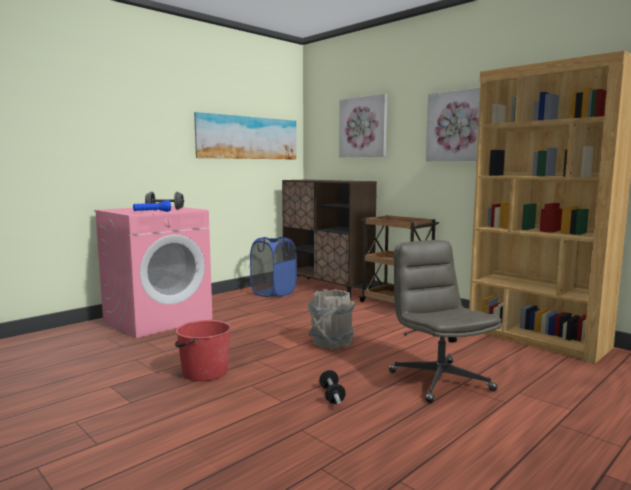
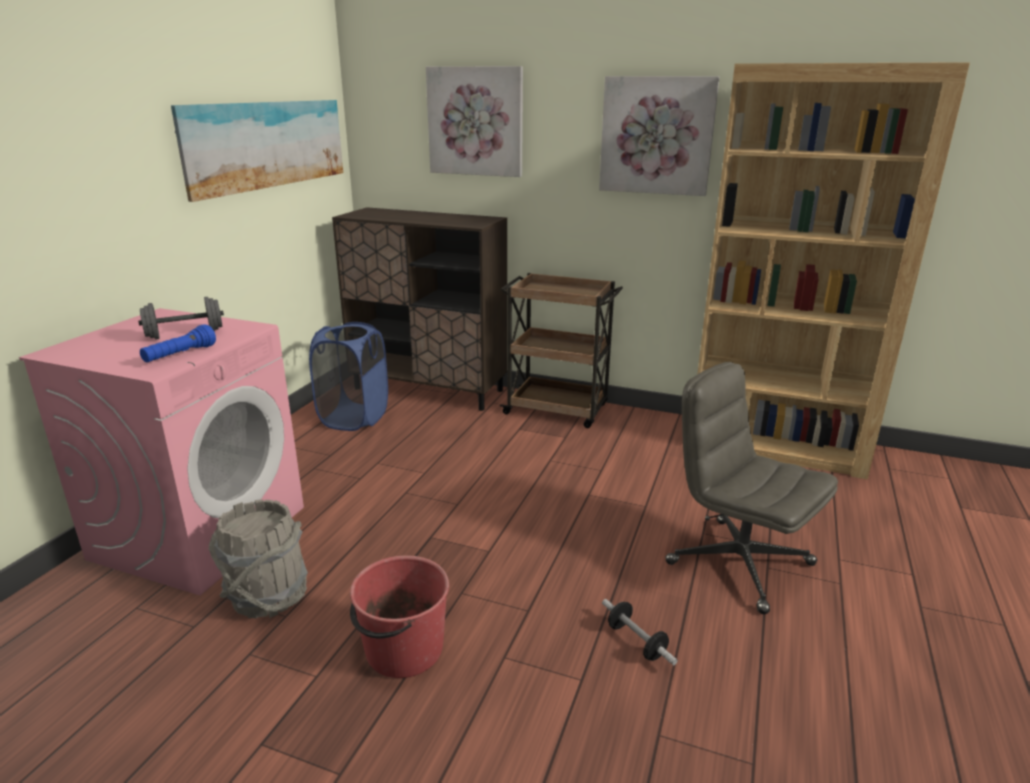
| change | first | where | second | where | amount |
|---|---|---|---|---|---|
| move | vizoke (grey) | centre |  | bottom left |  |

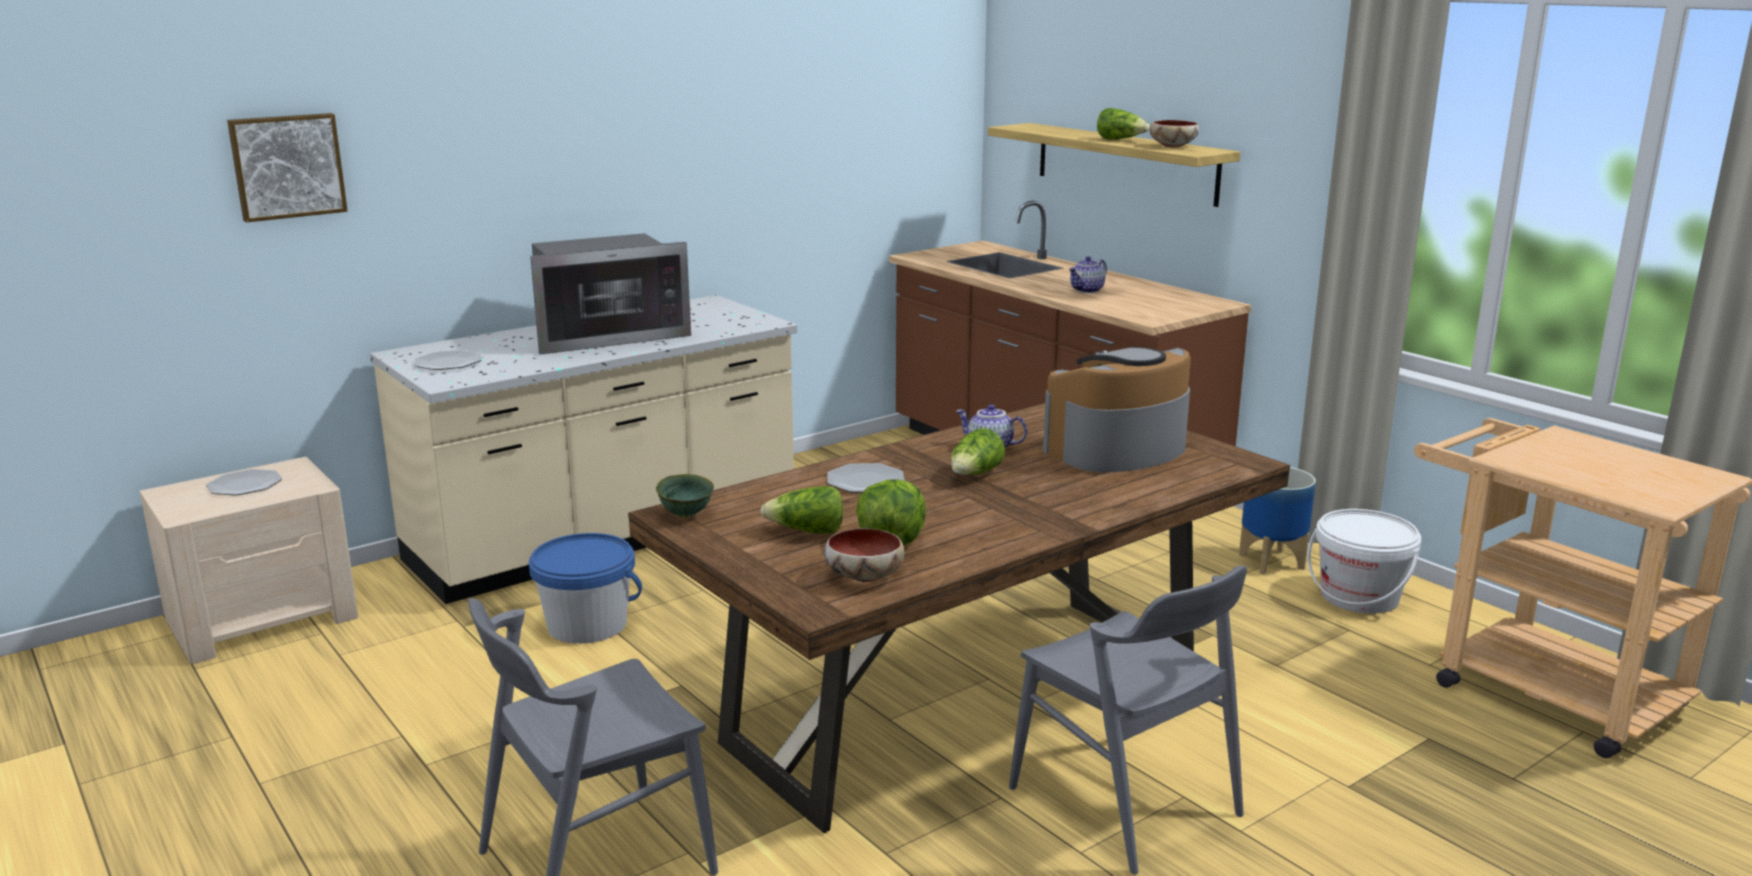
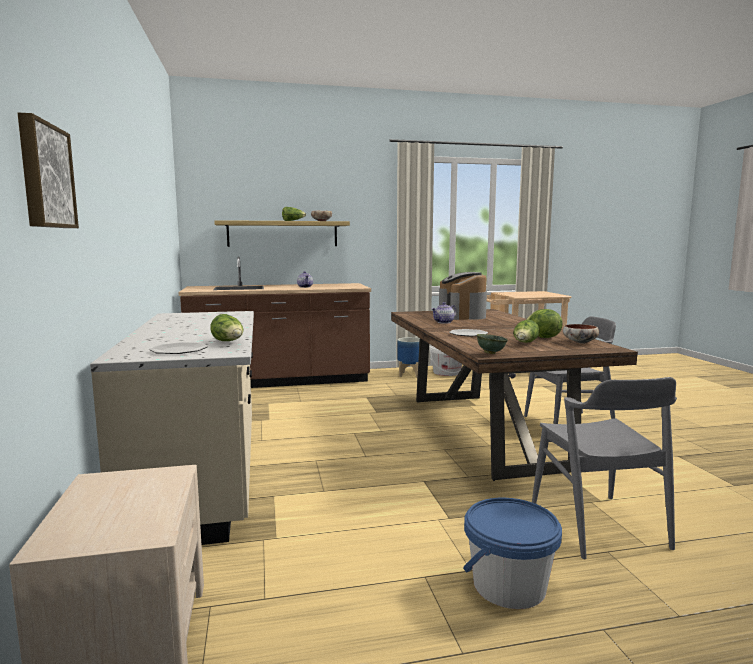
| change | first | where | second | where | amount |
|---|---|---|---|---|---|
| delete | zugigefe | centre |  |  |  |
| move | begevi (3rd from left in the first image) | centre | begevi (1st from left) | middle left |  |
| delete | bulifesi (1st from left) | middle left |  |  |  |
| move | vizoke (blue) | bottom centre |  | bottom right |  |

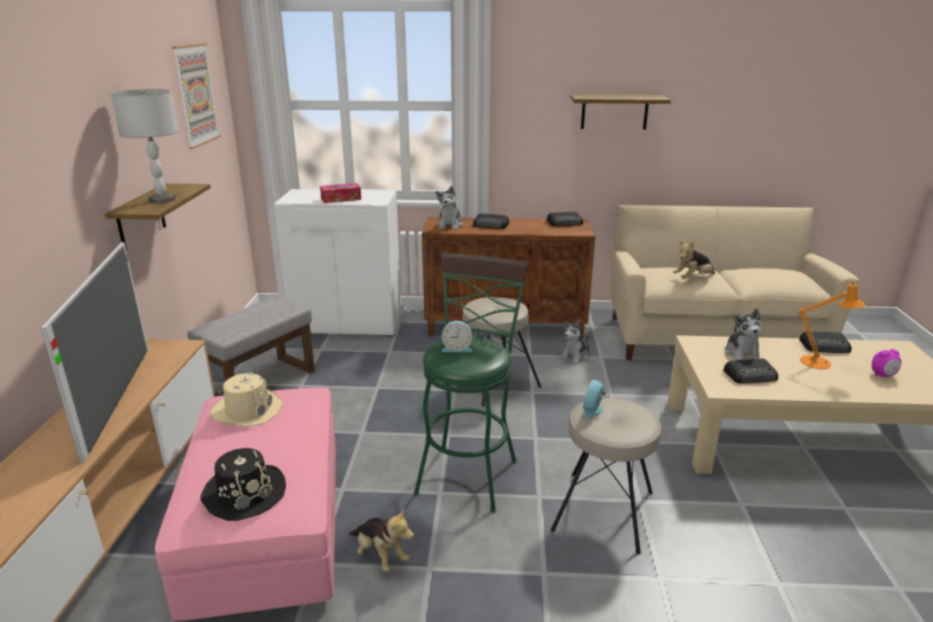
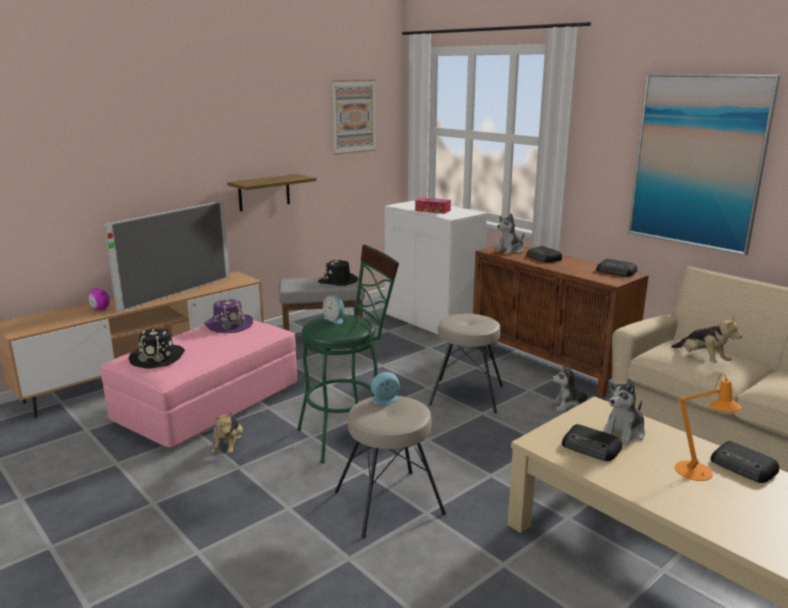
| change | first | where | second | where | amount |
|---|---|---|---|---|---|
| delete | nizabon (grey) | top left |  |  |  |
| replace | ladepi (2nd from left) | top centre | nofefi (2nd from left) | top right |  |
| rotate | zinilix (4th from left in the first image) | middle right | zinilix (5th from left) | middle right | 135 degrees counterclockwise |
| move | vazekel (3rd from left in the first image) | middle right | vazekel (1st from left) | middle left |  |
| recolor | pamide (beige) | middle left | pamide (purple) | middle left |  |
| insert |  |  | pamide (black) (2nd from left) | centre |  |

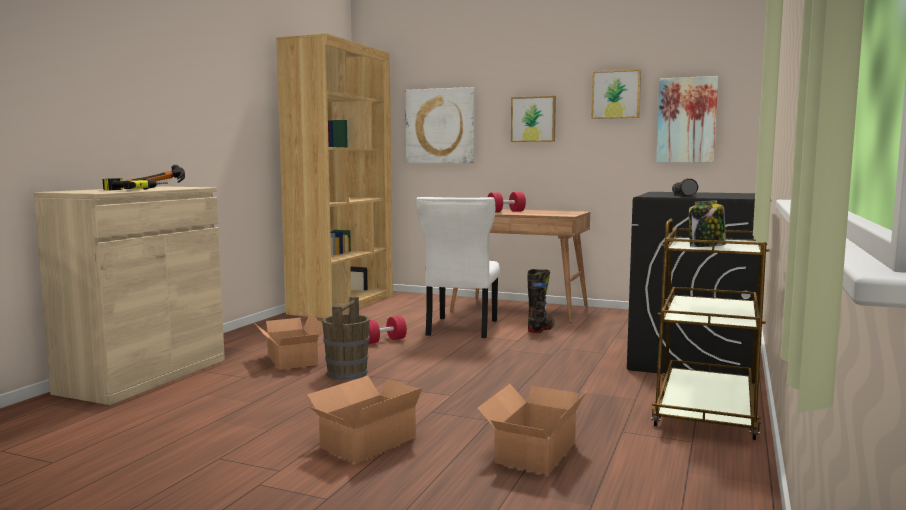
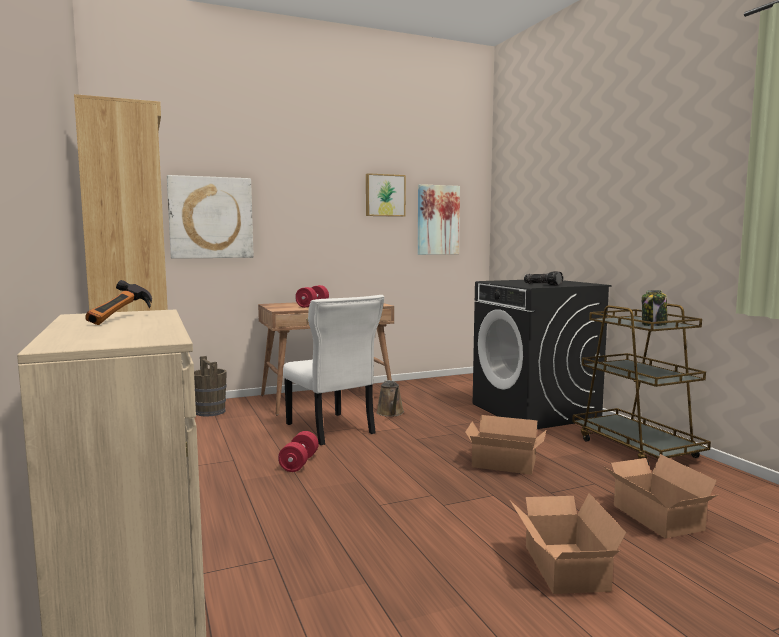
| change | first | where | second | where | amount |
|---|---|---|---|---|---|
| delete | nofefi (2nd from left) | top centre |  |  |  |
| delete | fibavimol | middle left |  |  |  |
| replace | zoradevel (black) | centre | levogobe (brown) | centre |  |
| move | vizoke (brown) | centre |  | middle left |  |
| move | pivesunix (1st from left) | bottom left |  | bottom centre |  |

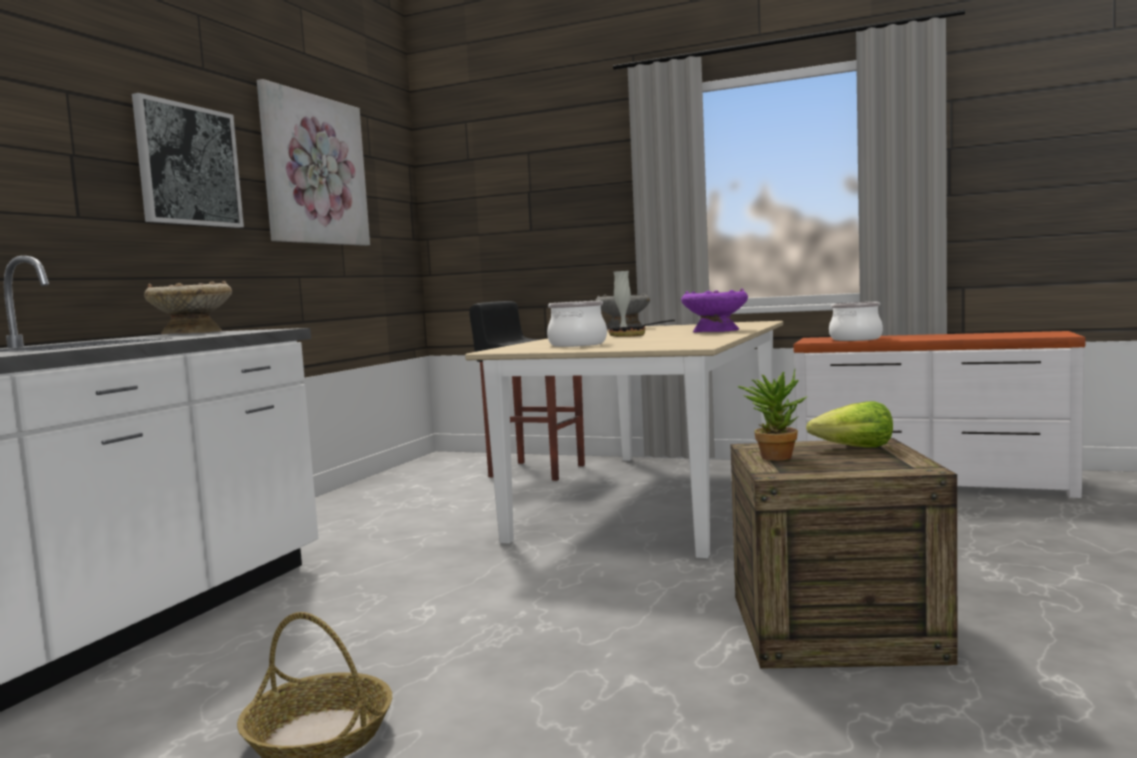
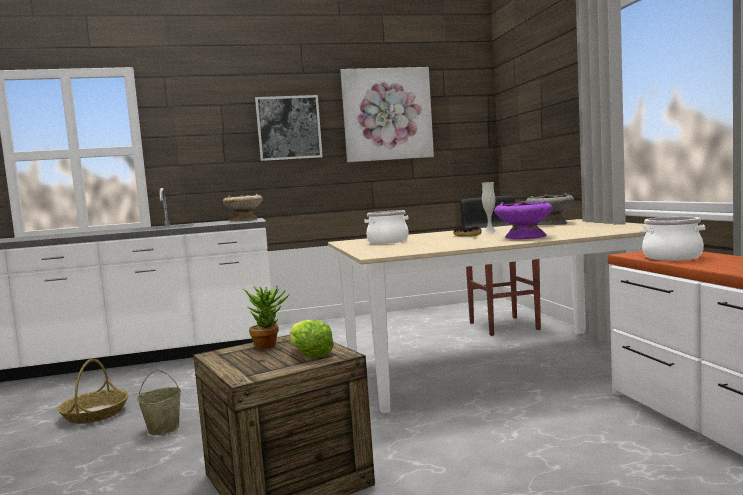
| change | first | where | second | where | amount |
|---|---|---|---|---|---|
| insert |  |  | vizoke (beige) | bottom left |  |

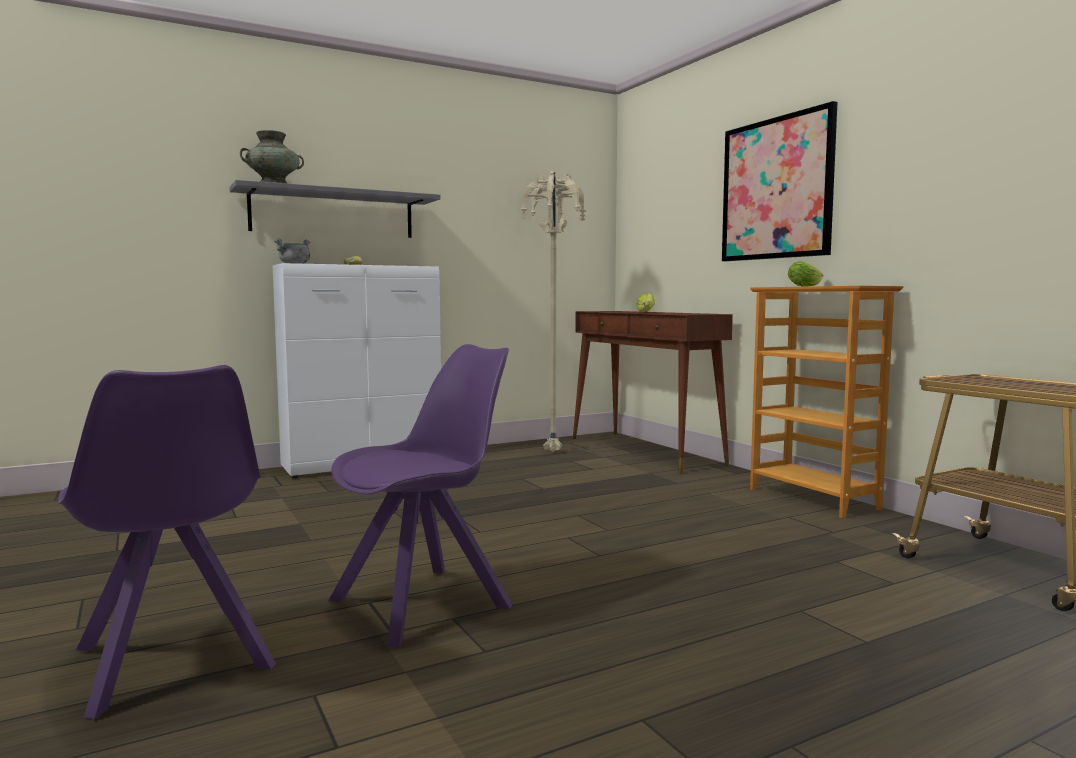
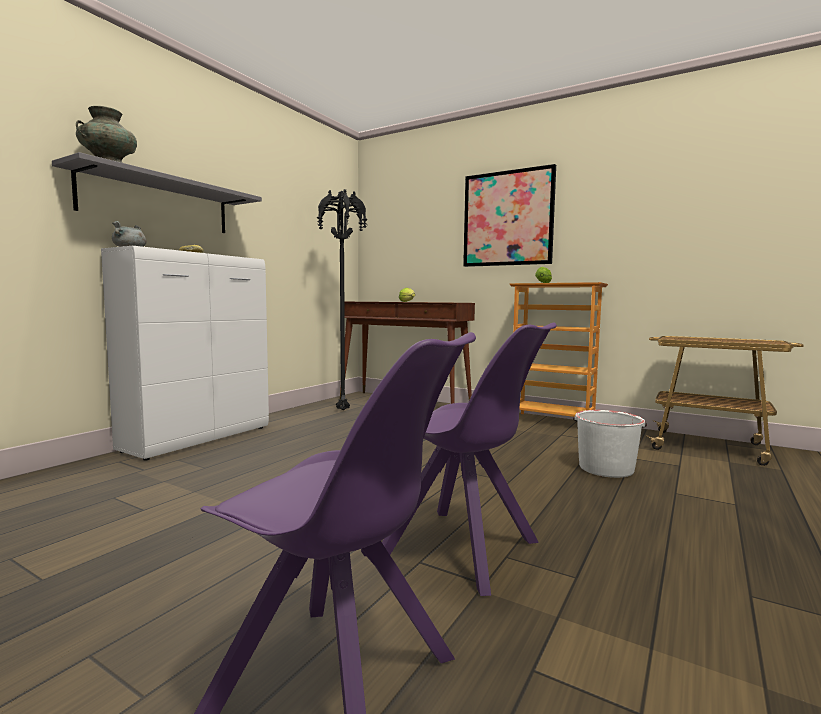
| change | first | where | second | where | amount |
|---|---|---|---|---|---|
| recolor | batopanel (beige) | centre | batopanel (black) | centre |  |
| rotate | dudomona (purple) (2nd from left) | centre |  | centre | 105 degrees clockwise |
| insert |  |  | vizoke (white) | middle right |  |

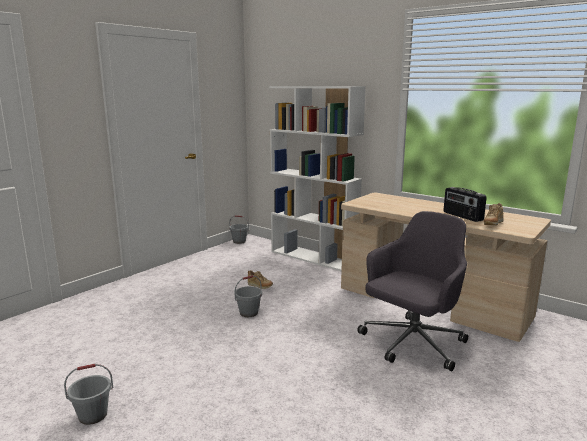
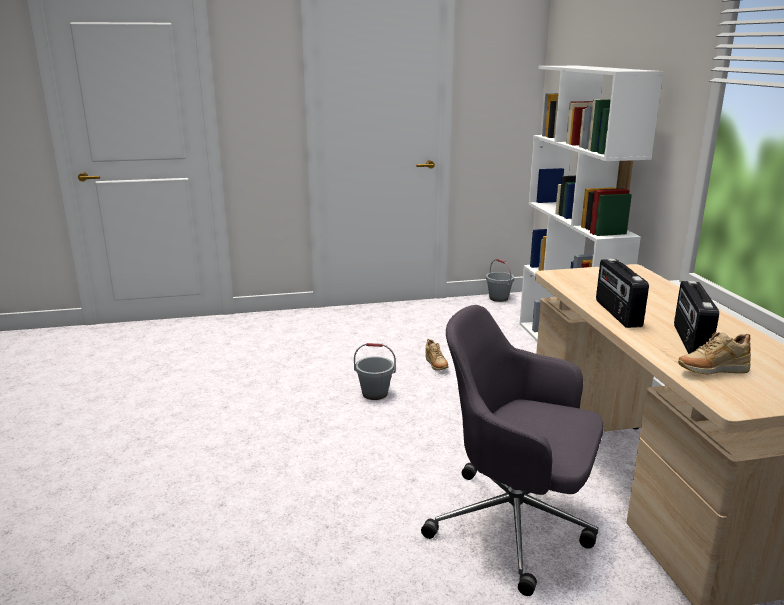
| change | first | where | second | where | amount |
|---|---|---|---|---|---|
| rotate | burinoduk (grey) | middle right |  | bottom centre | 150 degrees counterclockwise |
| delete | vizoke (grey) (1st from left) | bottom left |  |  |  |
| insert |  |  | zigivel (1st from left) | middle right |  |

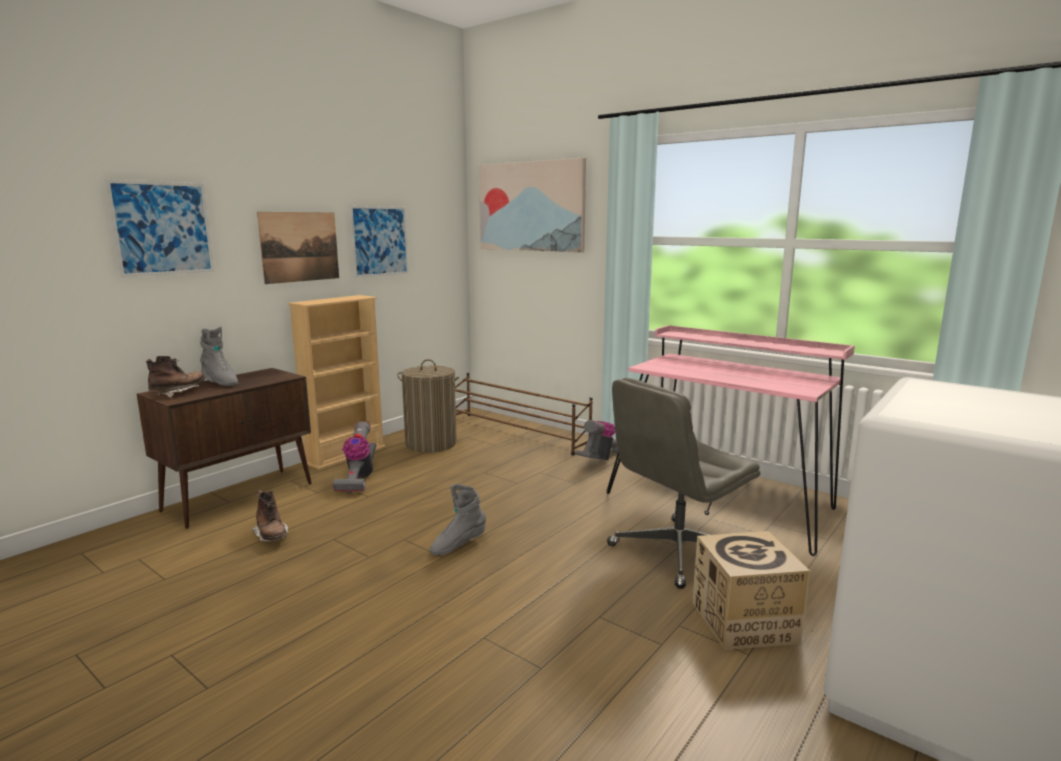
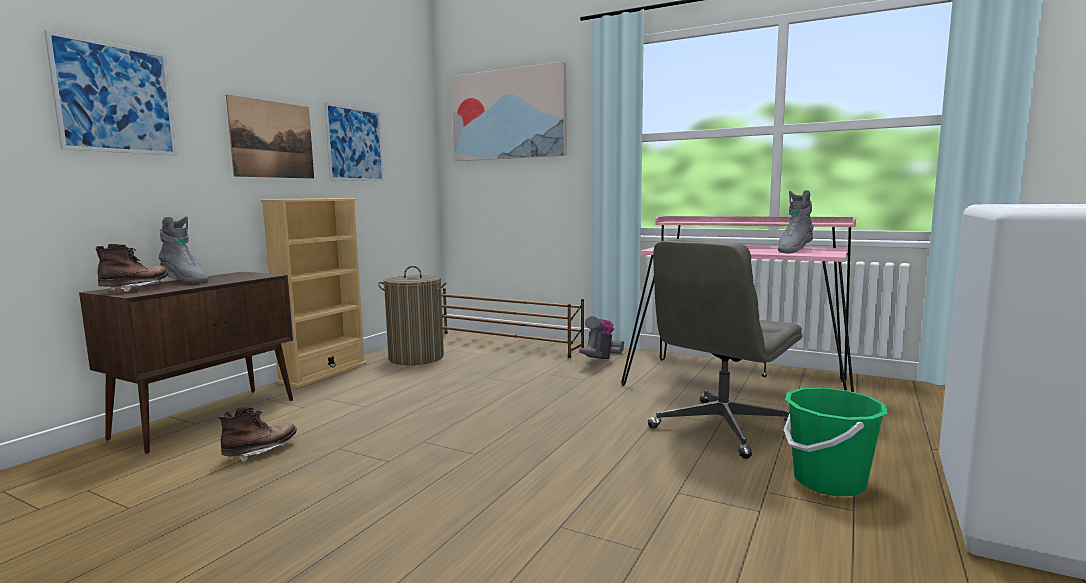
| change | first | where | second | where | amount |
|---|---|---|---|---|---|
| delete | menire (1st from left) | centre |  |  |  |
| move | zoradevel (grey) (2nd from left) | bottom centre |  | middle right |  |
| rotate | zoradevel (brown) (2nd from left) | bottom left |  | bottom left | 90 degrees counterclockwise |
| replace | pivesunix | bottom right | vizoke (green) | bottom right |  |

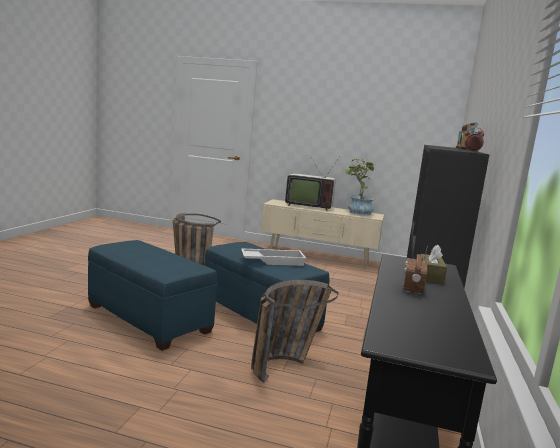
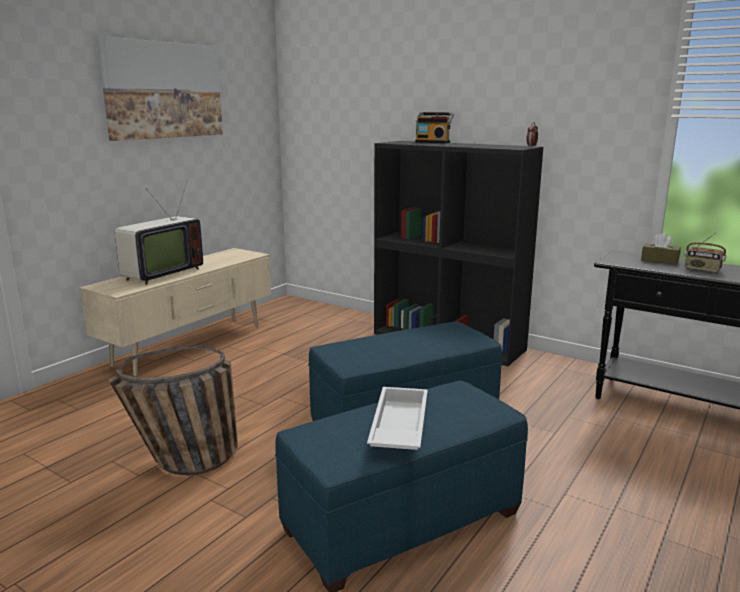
| change | first | where | second | where | amount |
|---|---|---|---|---|---|
| delete | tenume | centre |  |  |  |
| move | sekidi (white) | centre |  | bottom centre |  |
| delete | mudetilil (2nd from left) | bottom centre |  |  |  |
| insert |  |  | nofefi | top left |  |

